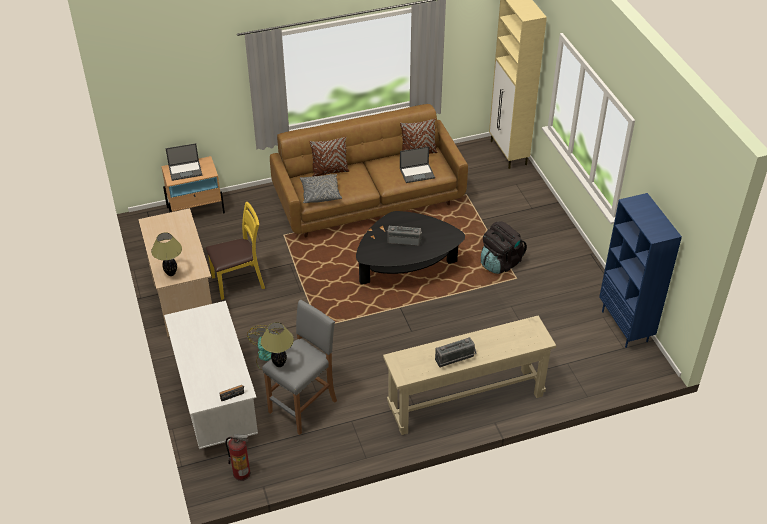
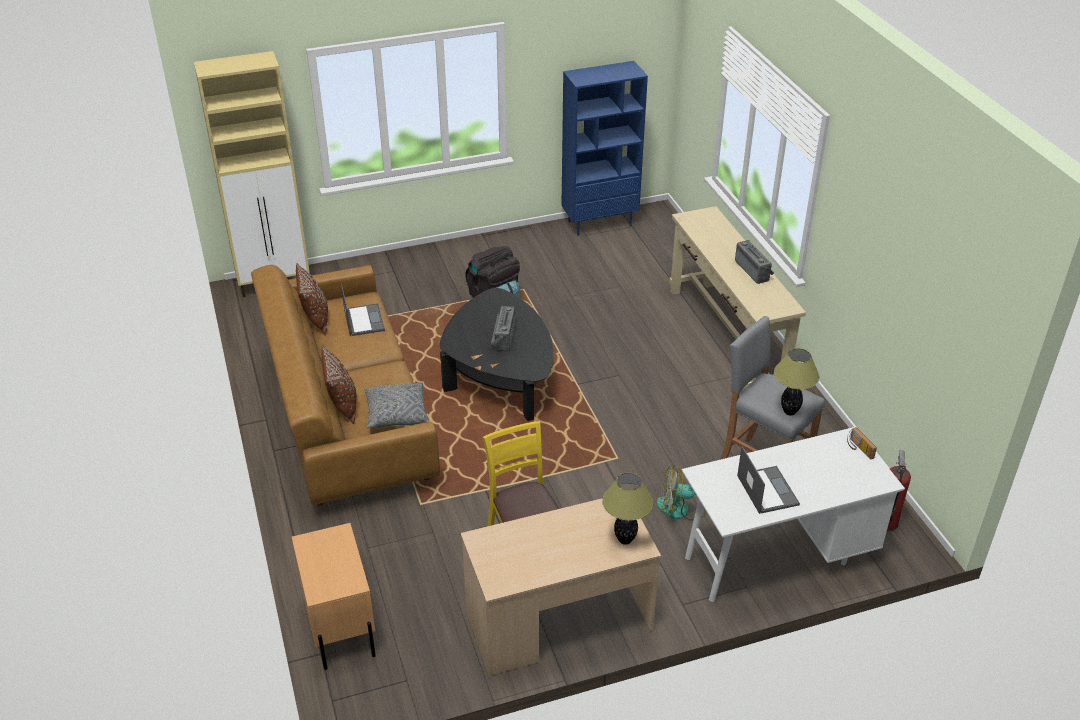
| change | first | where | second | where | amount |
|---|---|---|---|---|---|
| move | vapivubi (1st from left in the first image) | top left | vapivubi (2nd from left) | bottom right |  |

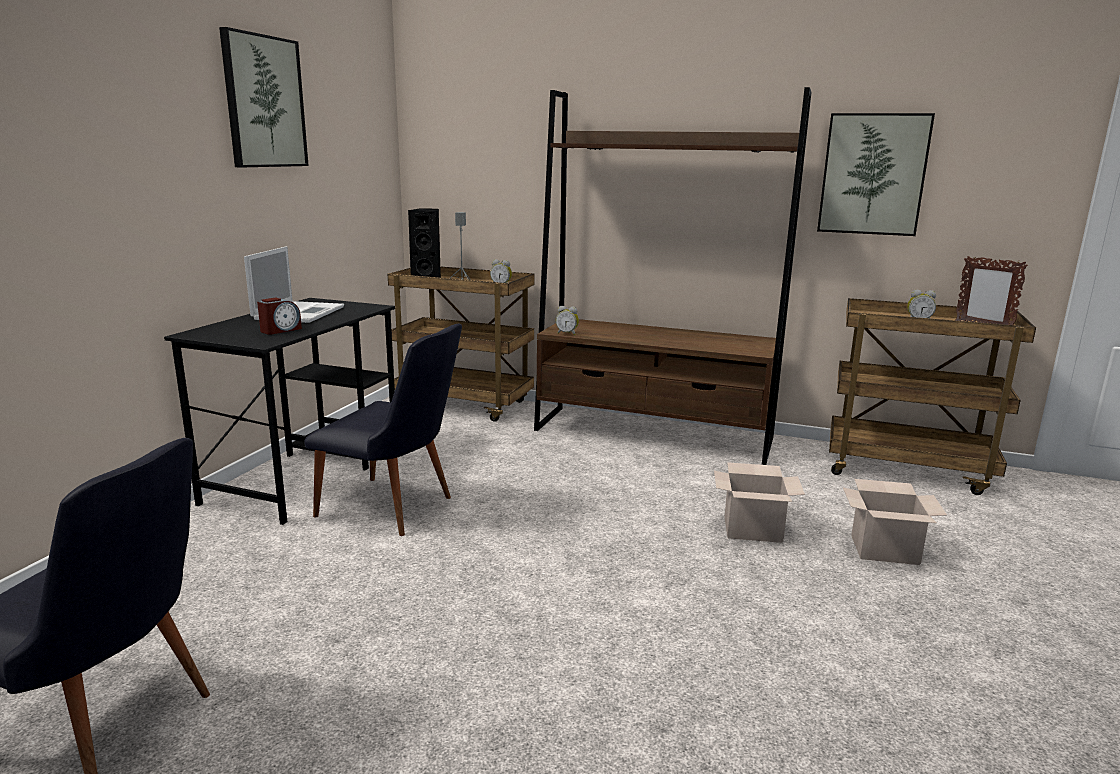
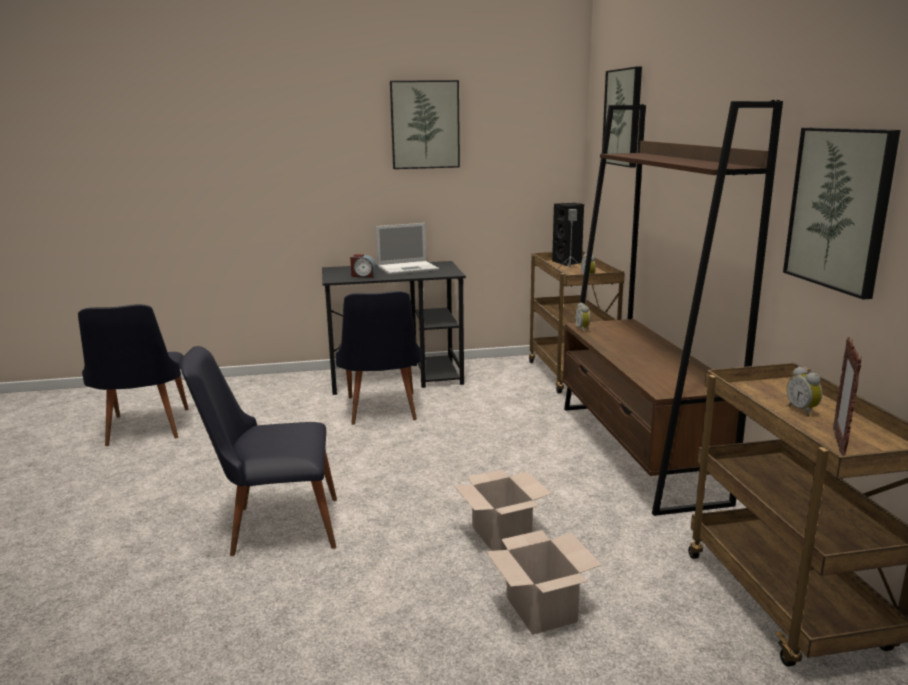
| change | first | where | second | where | amount |
|---|---|---|---|---|---|
| insert |  |  | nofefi (2nd from left) | top right |  |
| insert |  |  | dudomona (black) (2nd from left) | middle left |  |

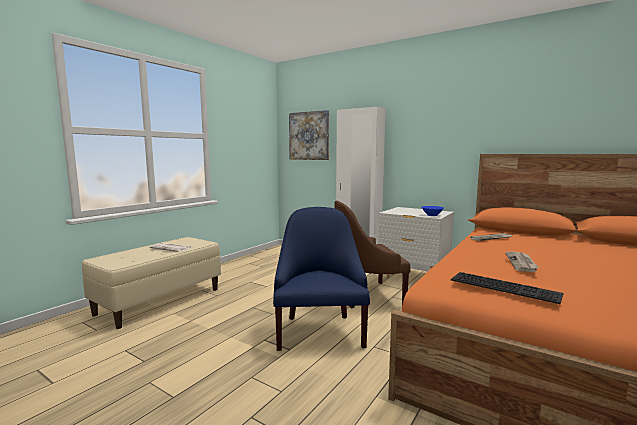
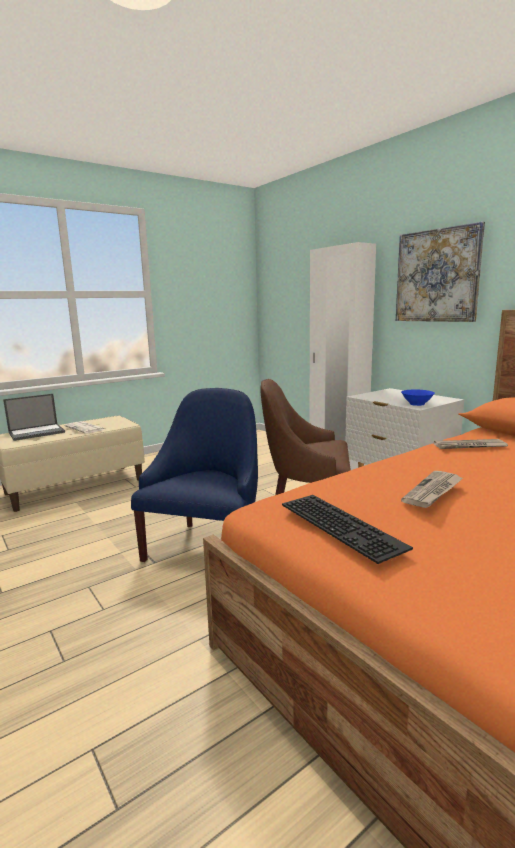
| change | first | where | second | where | amount |
|---|---|---|---|---|---|
| move | nofefi | top centre |  | top right |  |
| insert |  |  | vapivubi | middle left |  |

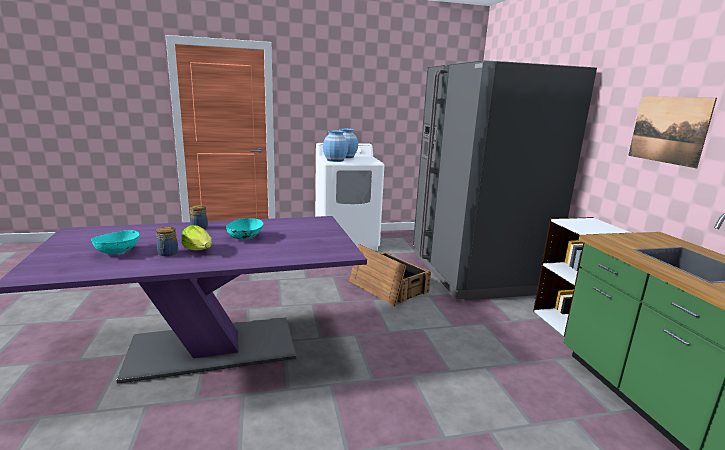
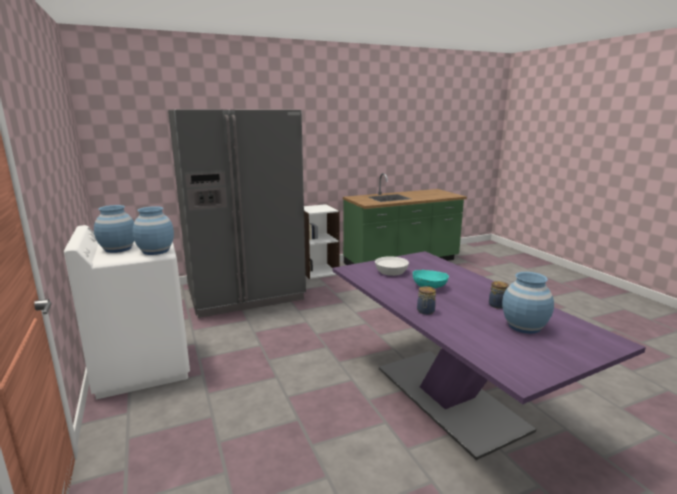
| change | first | where | second | where | amount |
|---|---|---|---|---|---|
| delete | nofefi | top right |  |  |  |
| delete | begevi | middle left |  |  |  |
| replace | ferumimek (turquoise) (1st from left) | middle left | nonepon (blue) (3rd from left) | middle right |  |
| delete | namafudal | centre |  |  |  |
| insert |  |  | ferumimek (white) | centre |  |

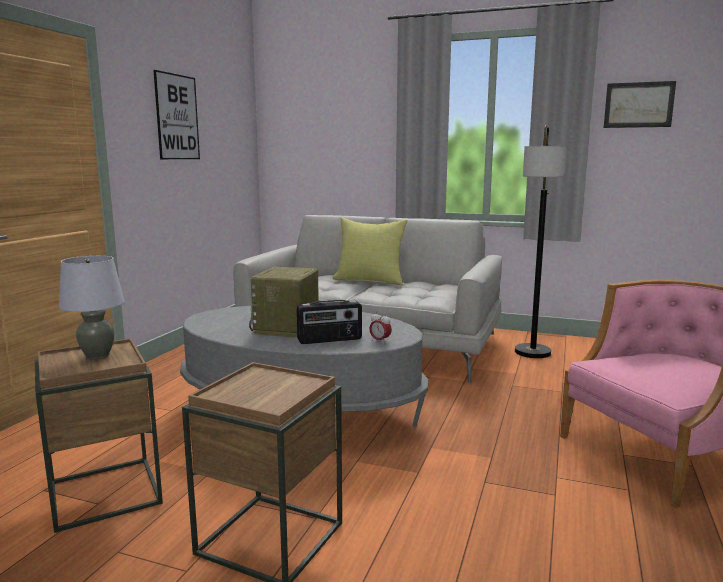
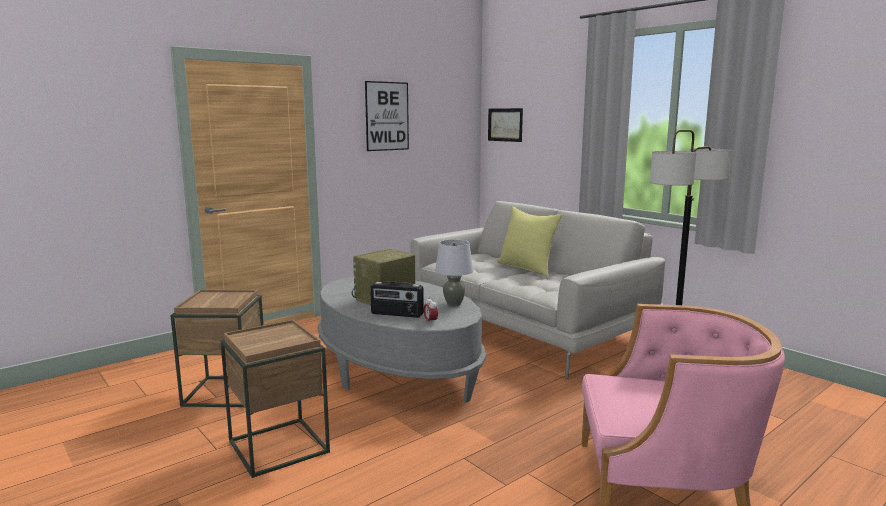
| change | first | where | second | where | amount |
|---|---|---|---|---|---|
| move | nofefi (2nd from left) | top right |  | top centre |  |
| move | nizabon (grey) | middle left |  | centre |  |

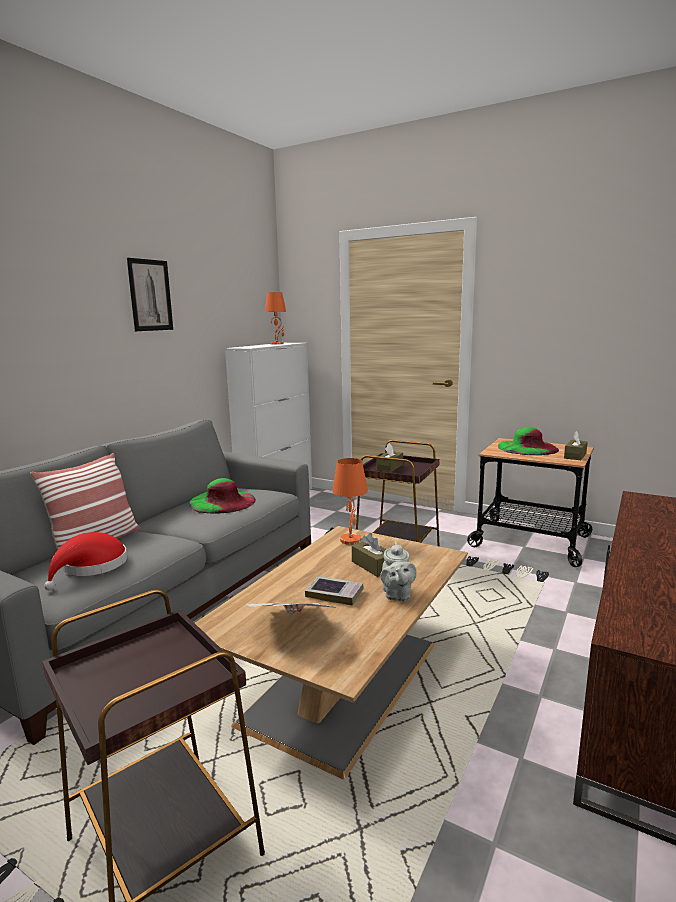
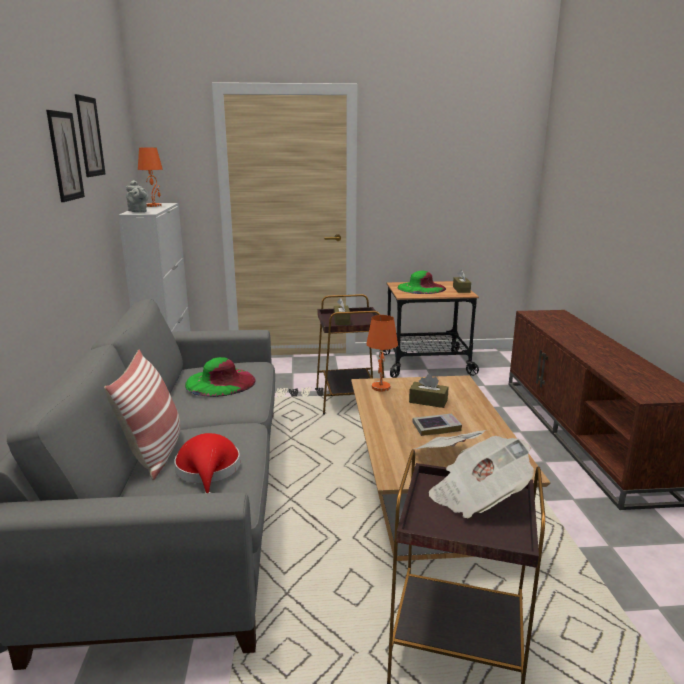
| change | first | where | second | where | amount |
|---|---|---|---|---|---|
| move | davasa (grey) | centre |  | top left |  |
| insert |  |  | nofefi (2nd from left) | top left |  |
| insert |  |  | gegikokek (2nd from left) | bottom right |  |

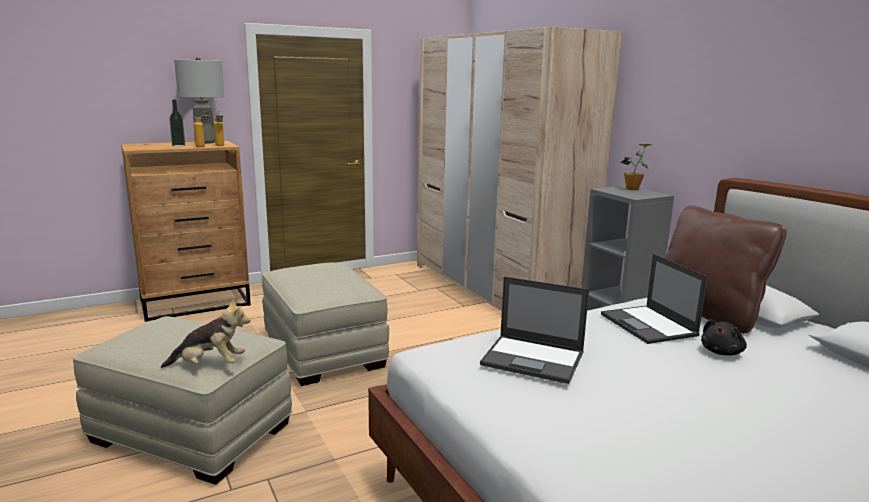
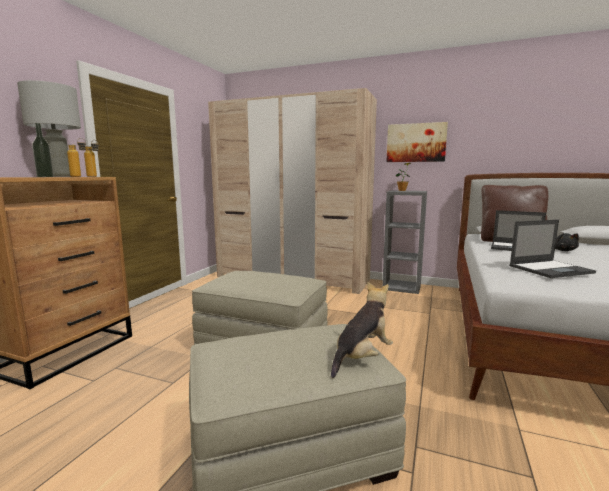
| change | first | where | second | where | amount |
|---|---|---|---|---|---|
| insert |  |  | nofefi | top right |  |

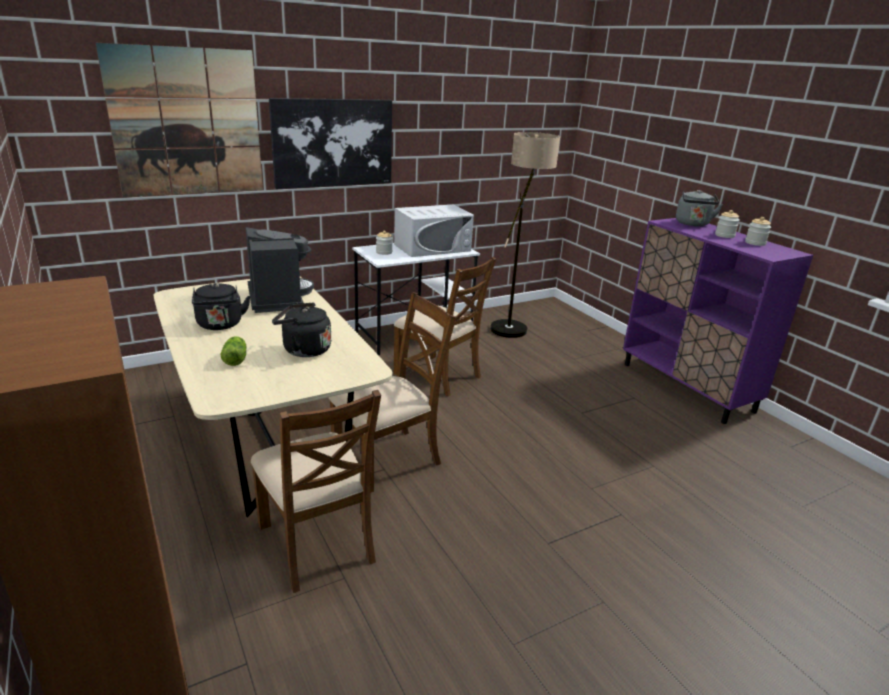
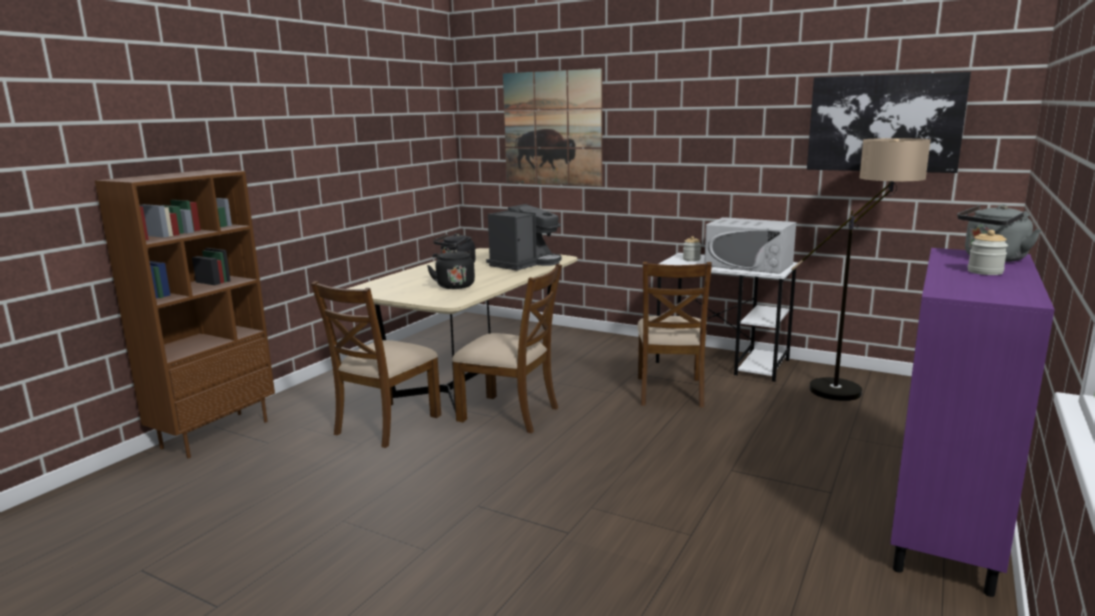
| change | first | where | second | where | amount |
|---|---|---|---|---|---|
| move | nofefi (2nd from left) | top centre |  | top right |  |
| delete | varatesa (3rd from left) | top right |  |  |  |
| delete | begevi | middle left |  |  |  |

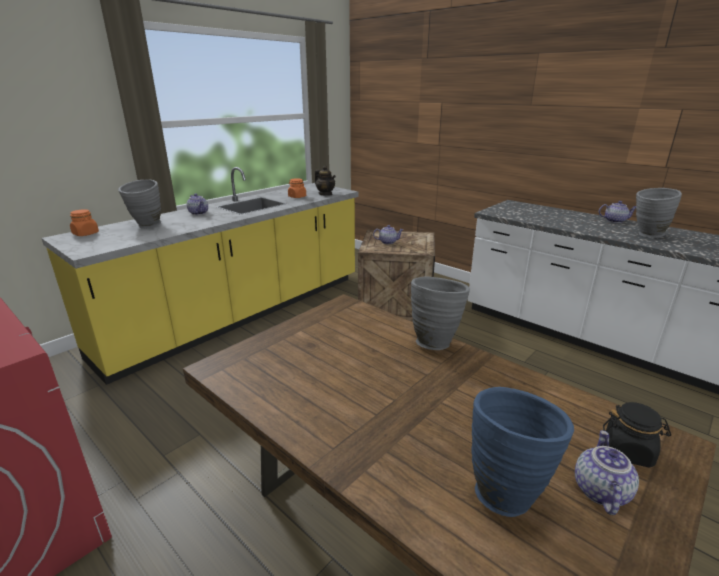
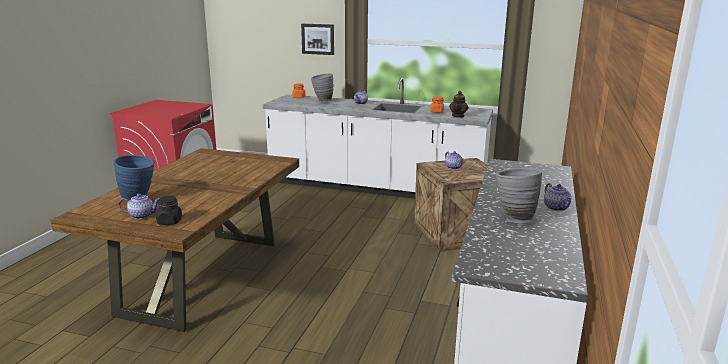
| change | first | where | second | where | amount |
|---|---|---|---|---|---|
| recolor | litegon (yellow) | middle left | litegon (white) (1st from left) | centre |  |
| delete | nonepon (grey) (2nd from left) | centre |  |  |  |
| insert |  |  | nofefi | top centre |  |

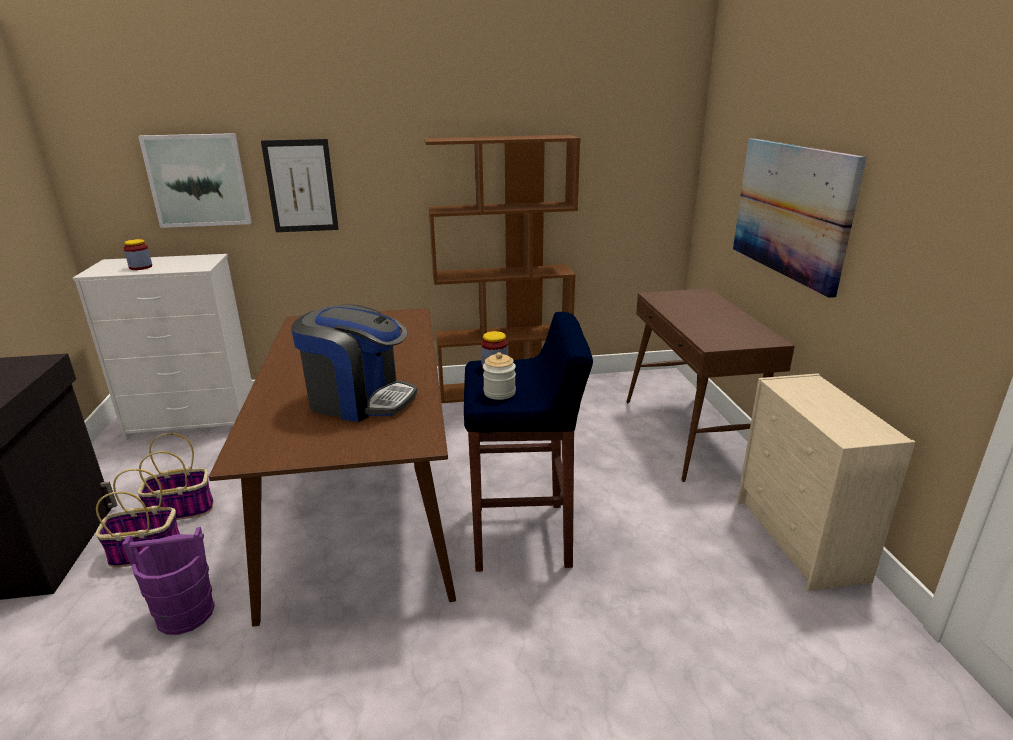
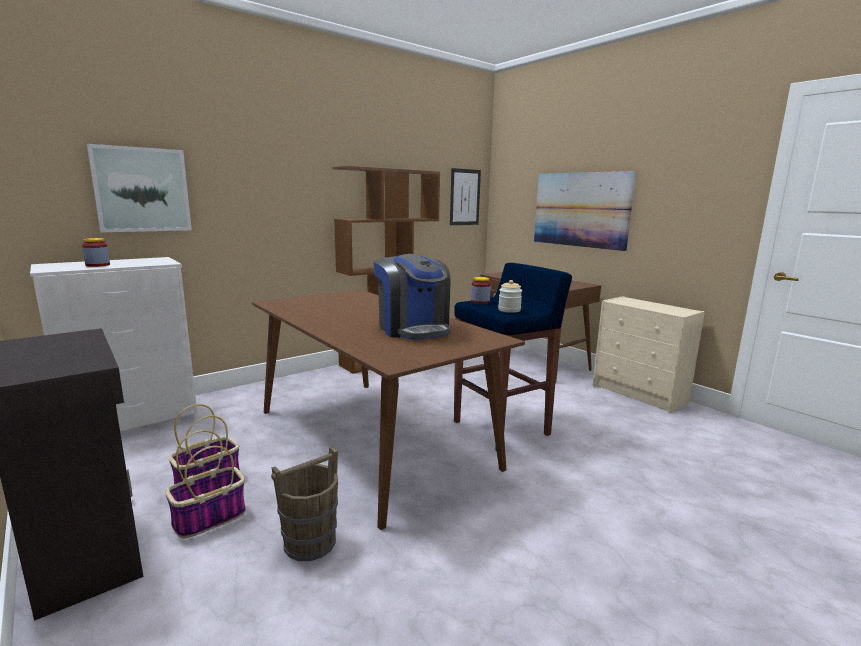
| change | first | where | second | where | amount |
|---|---|---|---|---|---|
| move | nofefi (2nd from left) | top left |  | top centre |  |
| rotate | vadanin | centre |  | centre | 75 degrees clockwise |
| recolor | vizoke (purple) | bottom left | vizoke (brown) | bottom centre |  |

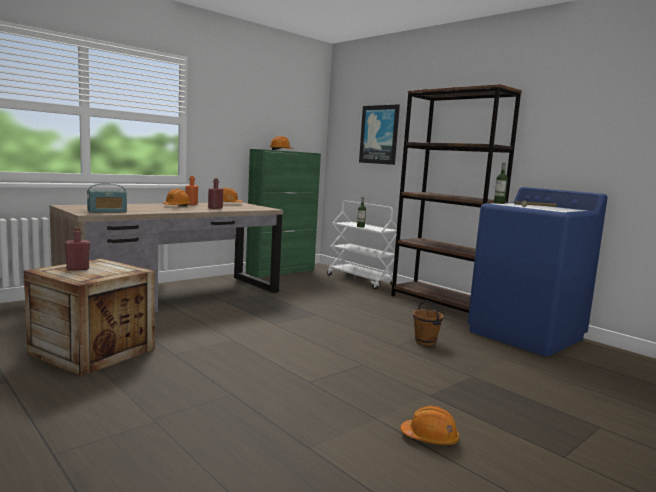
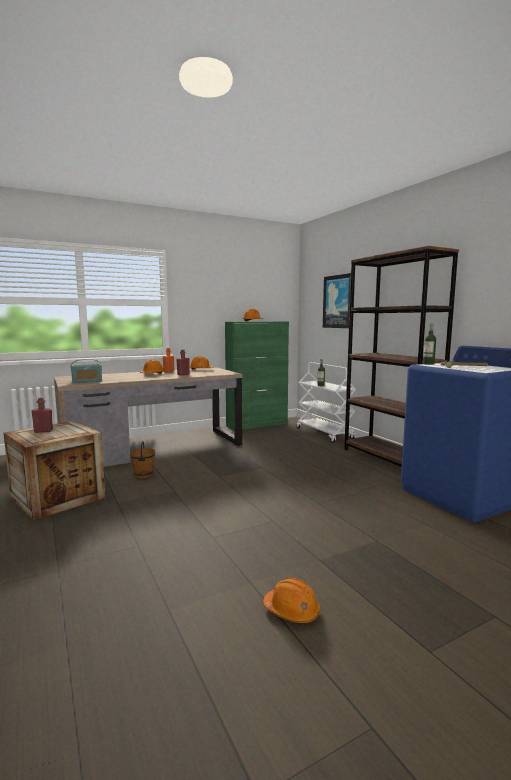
| change | first | where | second | where | amount |
|---|---|---|---|---|---|
| move | vizoke (brown) | centre |  | middle left |  |

